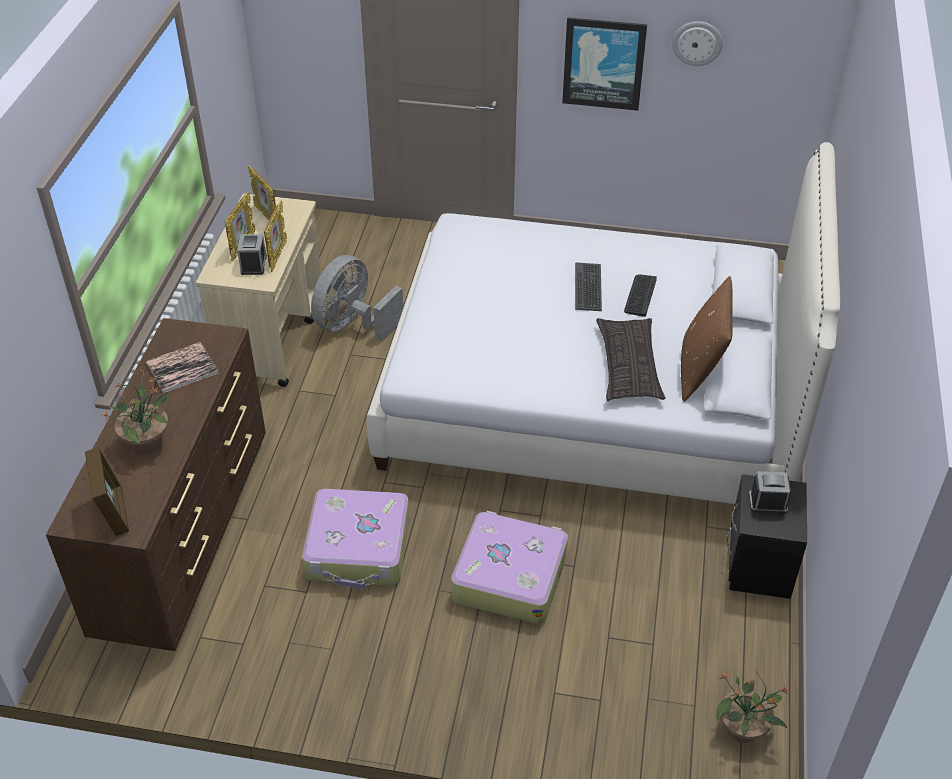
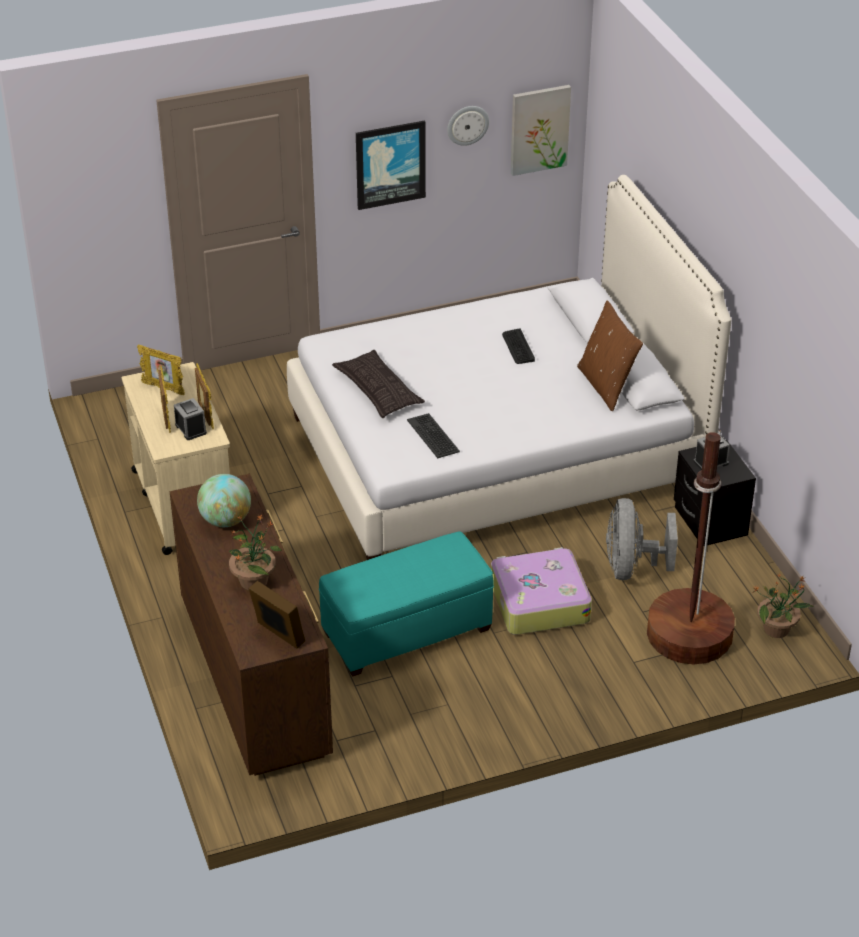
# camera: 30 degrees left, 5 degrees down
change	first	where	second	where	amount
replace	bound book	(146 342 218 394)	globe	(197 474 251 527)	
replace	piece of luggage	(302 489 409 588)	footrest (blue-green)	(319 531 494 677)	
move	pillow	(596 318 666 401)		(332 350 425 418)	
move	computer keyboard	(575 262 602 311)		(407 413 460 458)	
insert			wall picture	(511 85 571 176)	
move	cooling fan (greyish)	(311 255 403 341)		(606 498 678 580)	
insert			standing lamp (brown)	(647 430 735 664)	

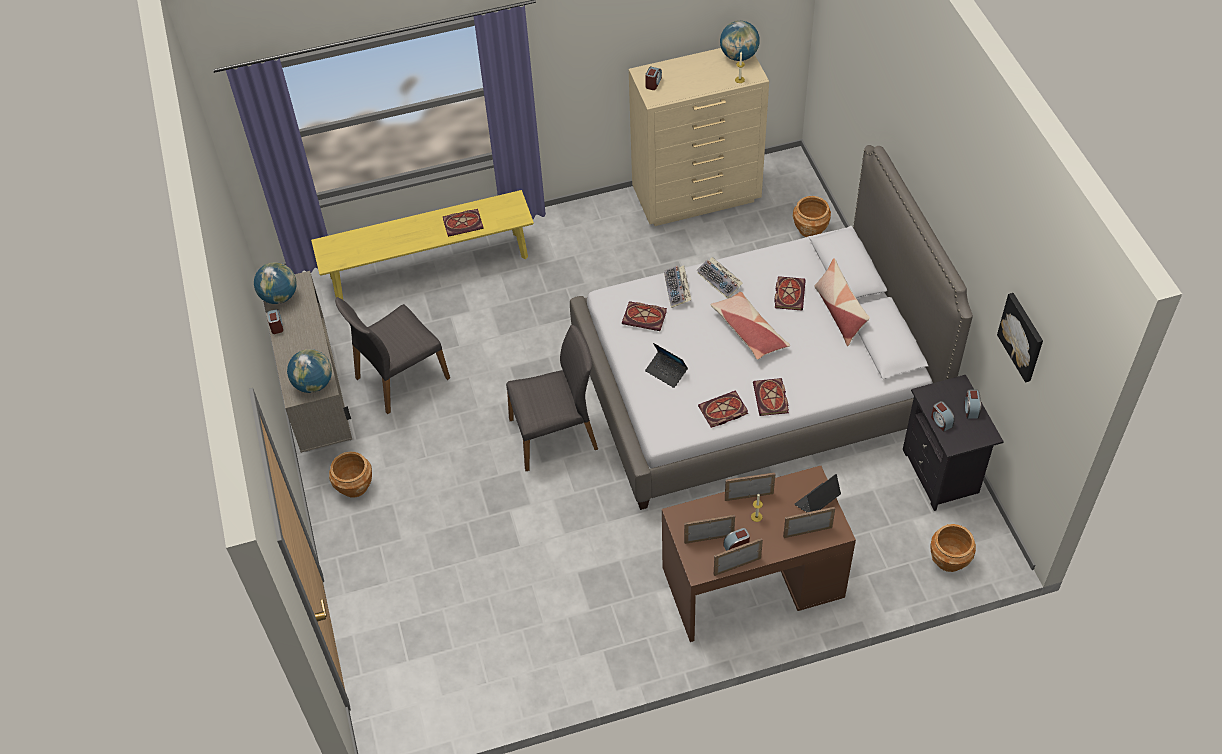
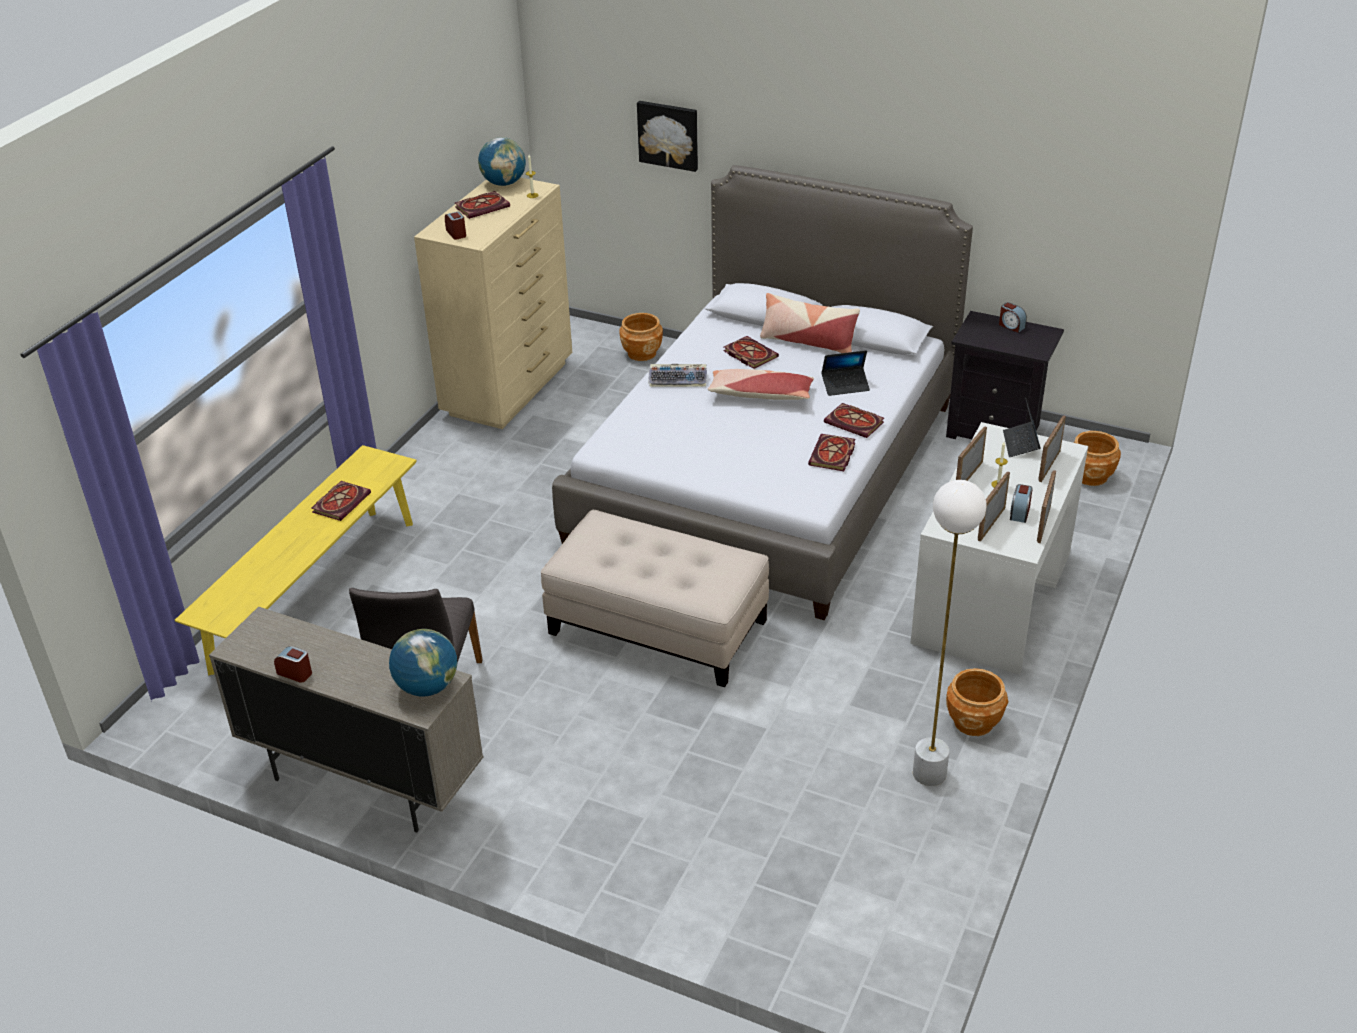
# camera: 50 degrees left, 15 degrees down
change	first	where	second	where	amount
move	bound book	(622 301 667 331)		(455 191 510 219)	
replace	upright chair (greyish)	(506 325 598 471)	footrest (beige)	(541 510 769 687)	
move	wall picture	(997 293 1043 382)		(637 101 698 172)	
move	notebook computer	(645 343 688 388)		(821 350 870 396)	
recolor	desk unit (brown)	(662 466 856 642)	desk unit (whitish)	(911 422 1088 674)	
insert			standing lamp (whitish)	(913 480 987 786)	
move	flower pot (brown)	(329 452 372 498)		(946 668 1009 736)	
delete	globe	(254 262 297 304)			
delete	computer keyboard	(664 265 692 308)			
delete	bedside clock	(931 401 955 432)			

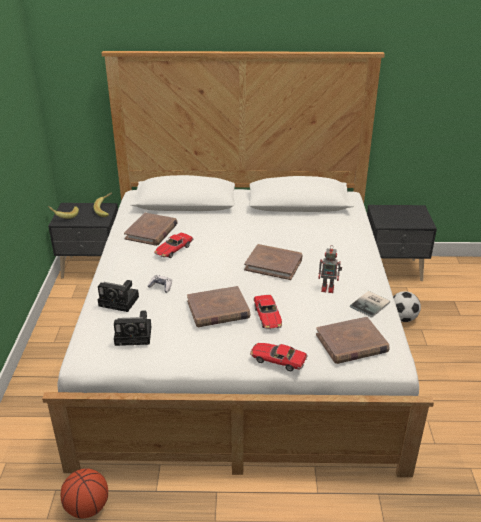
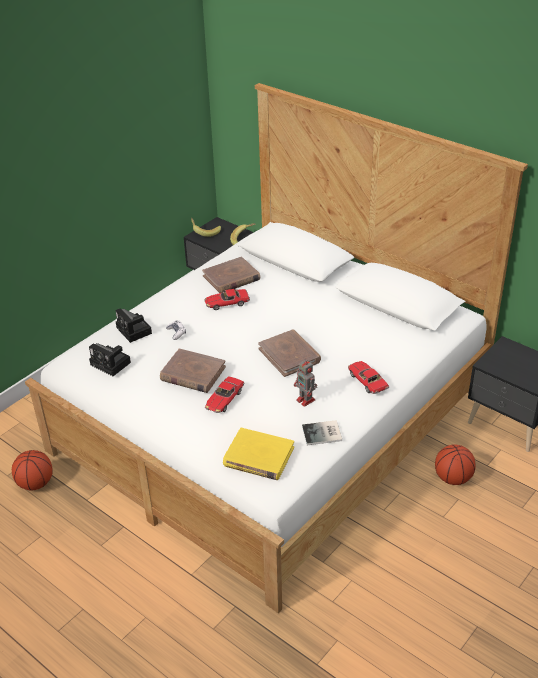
# camera: 40 degrees right, 5 degrees up
change	first	where	second	where	amount
recolor	bound book (brown)	(316 317 389 364)	bound book (yellow-coloured)	(223 428 294 480)	
move	model car	(250 343 308 371)		(348 361 389 394)	
replace	football ball	(393 291 421 322)	basketball	(435 444 476 485)	

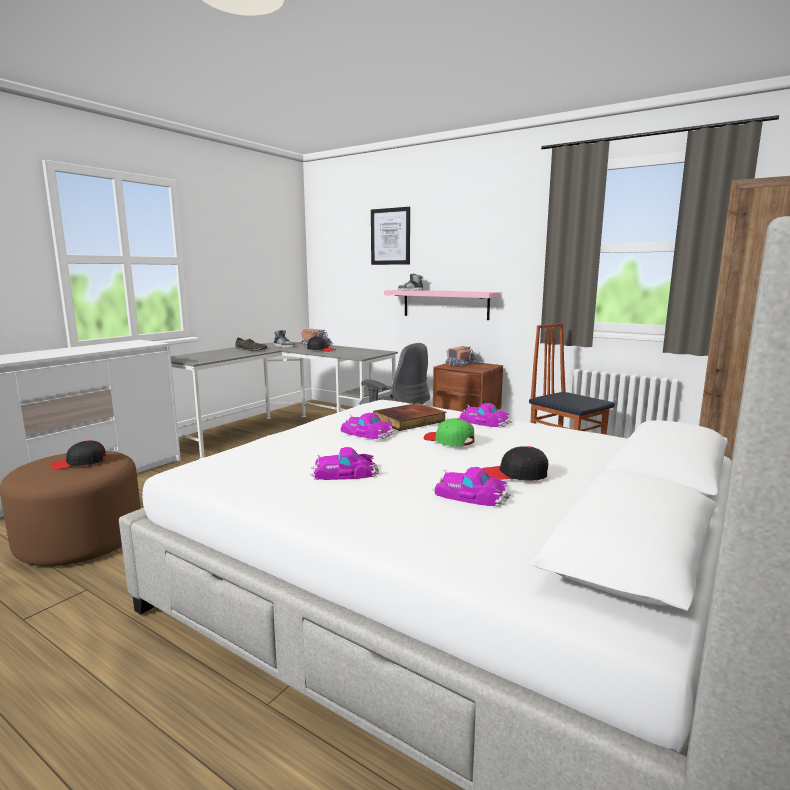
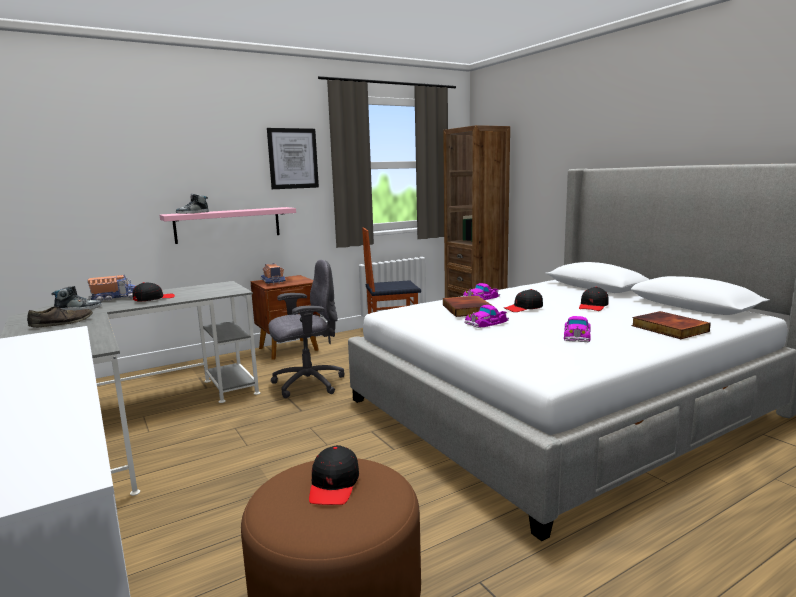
# camera: 65 degrees left, 0 degrees up
change	first	where	second	where	amount
move	wall picture	(371 207 410 265)		(267 128 319 189)	
recolor	baseball cap (green-coloured)	(424 418 474 446)	baseball cap (blackish)	(504 289 543 312)	
insert			bound book	(632 311 711 339)	
delete	model car	(432 467 511 506)			

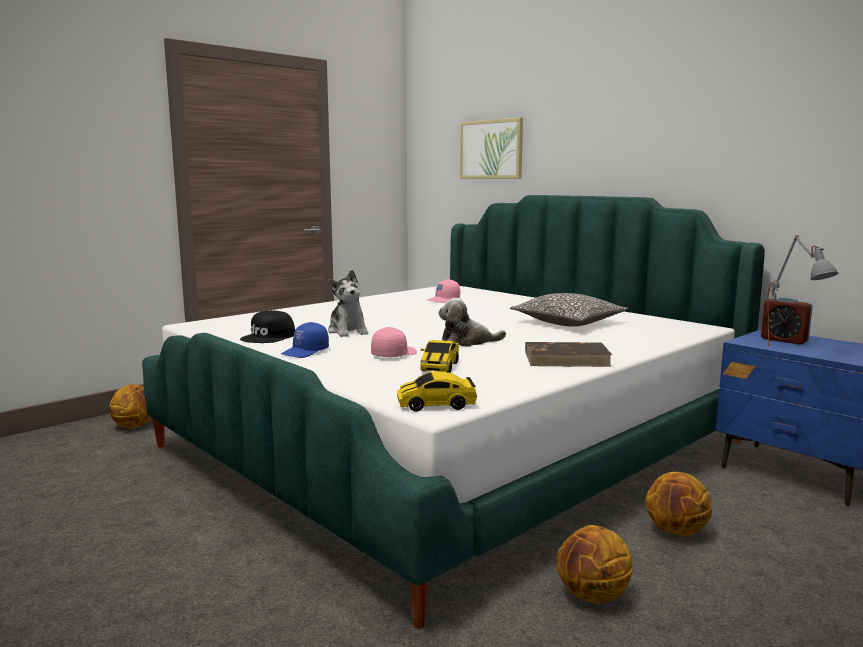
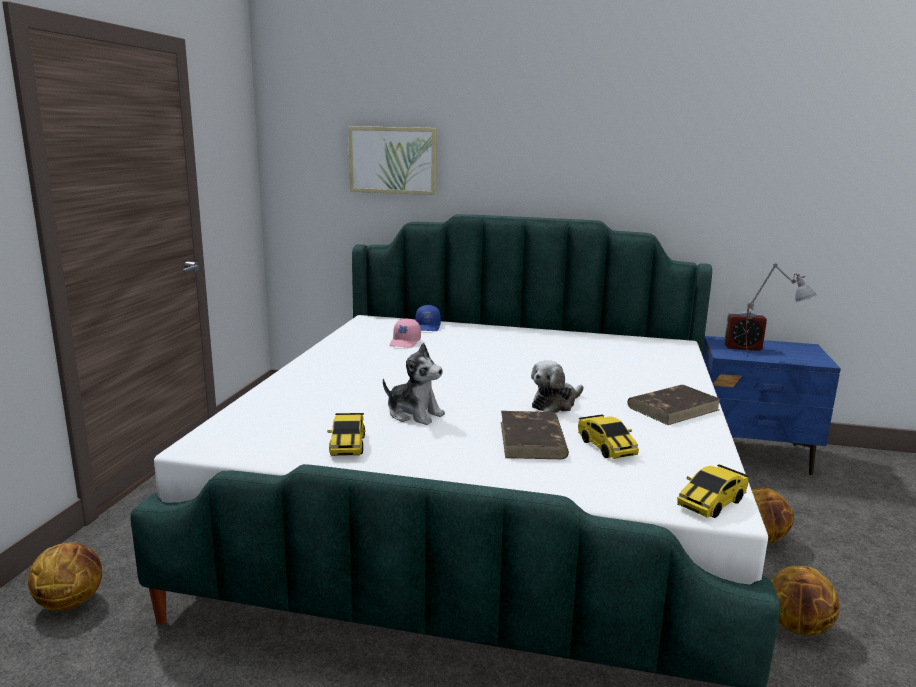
# camera: 35 degrees left, 5 degrees up
change	first	where	second	where	amount
replace	baseball cap (blackish)	(240 310 295 343)	model car	(327 413 365 456)	
move	baseball cap (blue-coloured)	(281 322 329 358)		(415 305 441 331)	
replace	baseball cap (pinkish)	(371 327 417 357)	bound book (brown)	(501 411 569 459)	
delete	pillow	(510 293 628 327)			

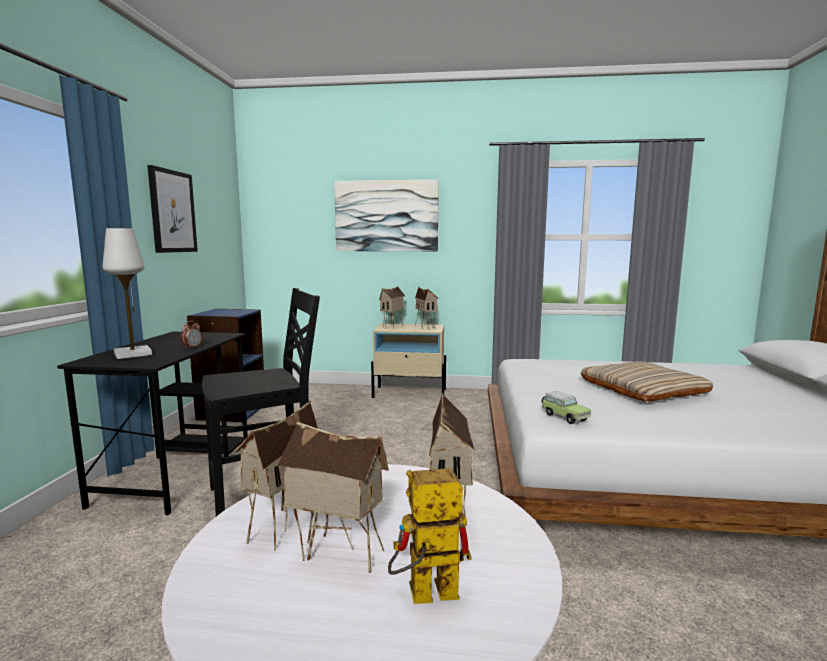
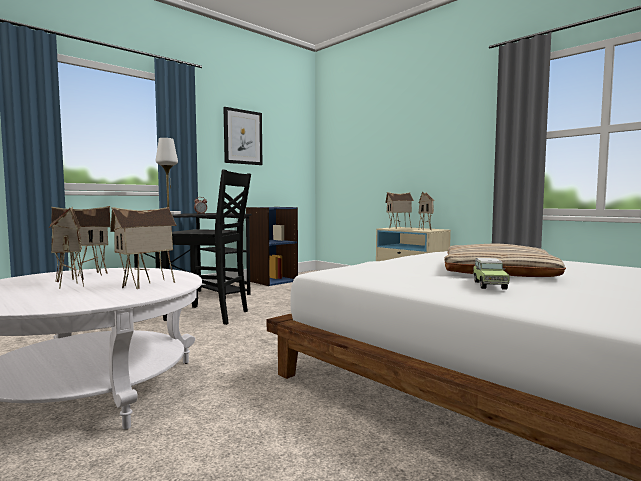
# camera: 40 degrees right, 5 degrees down
change	first	where	second	where	amount
move	model car	(542 391 591 424)		(473 258 510 289)	
delete	wall picture	(334 179 439 251)			
delete	toy robot	(388 468 472 604)			

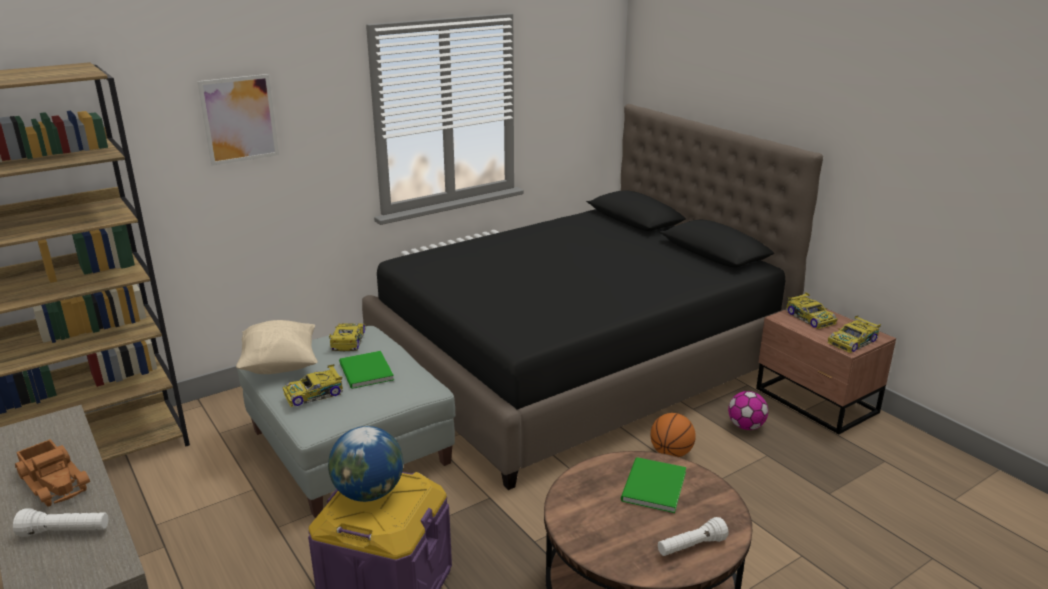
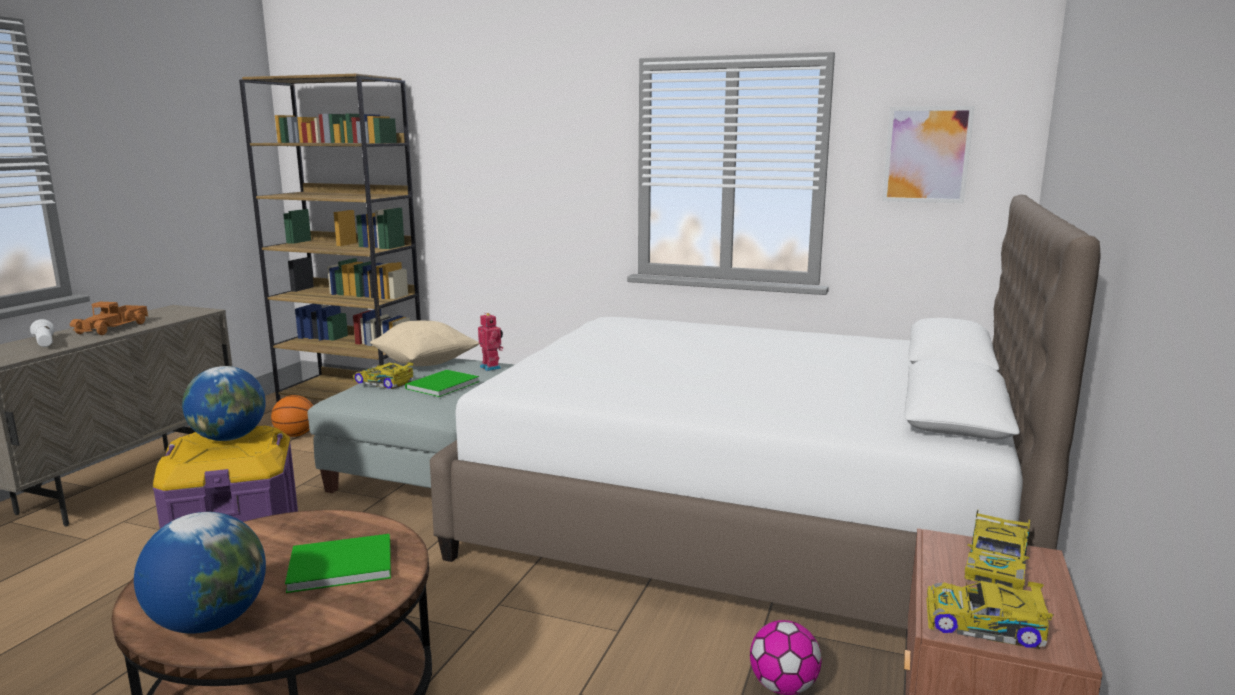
# camera: 55 degrees right, 10 degrees down
change	first	where	second	where	amount
replace	torch (whitish)	(658 517 728 556)	globe	(134 512 266 634)	
move	basketball	(650 413 696 457)		(271 395 313 437)	
recolor	bed (blackish)	(362 104 823 490)	bed (whitish)	(430 194 1101 629)	
replace	model car	(329 323 366 351)	toy robot	(478 313 503 371)	
move	wall picture	(197 74 279 166)		(882 106 975 203)	

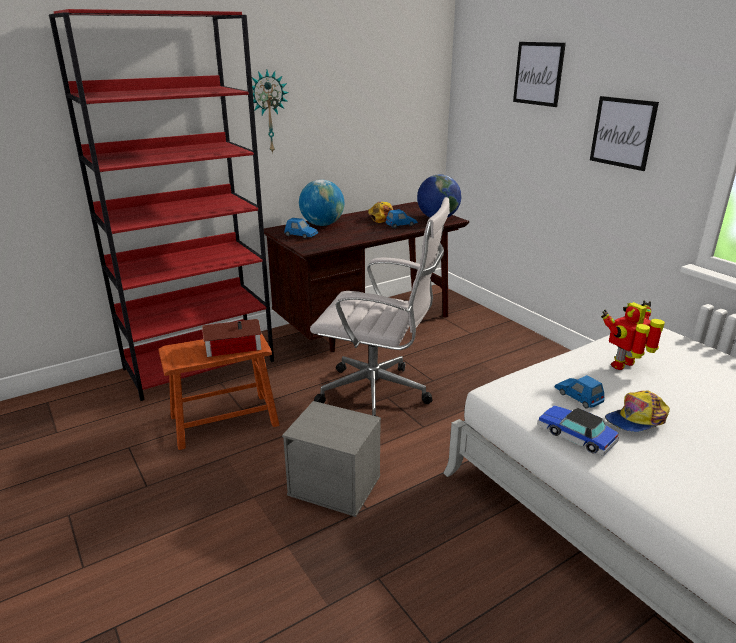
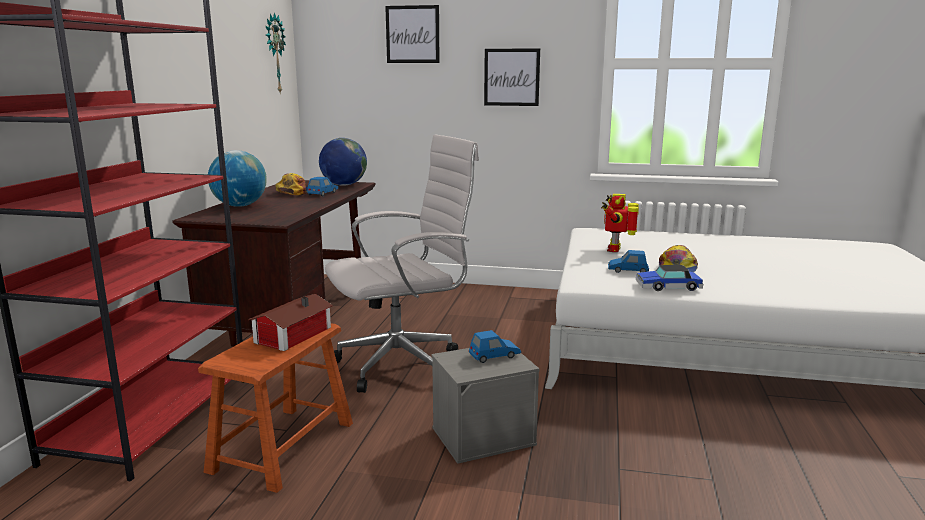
# camera: 45 degrees left, 10 degrees down
change	first	where	second	where	amount
move	clock on the wall	(252 70 289 154)		(266 12 286 93)	
move	model car (blue-coloured)	(284 218 318 239)		(469 330 521 363)	

